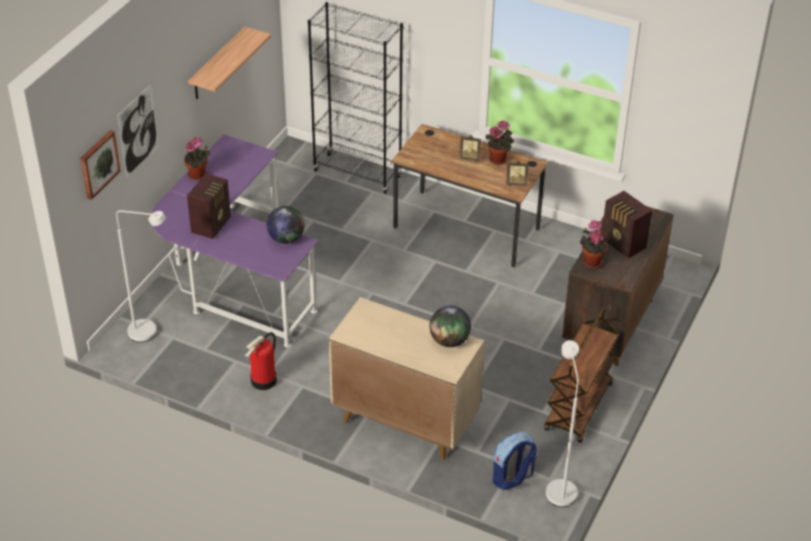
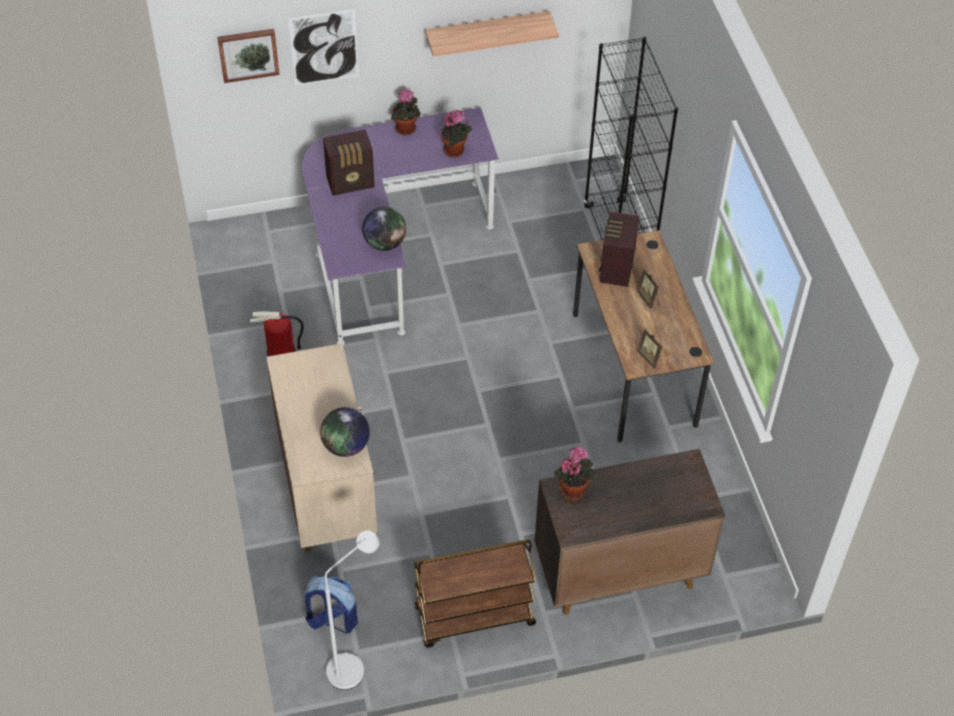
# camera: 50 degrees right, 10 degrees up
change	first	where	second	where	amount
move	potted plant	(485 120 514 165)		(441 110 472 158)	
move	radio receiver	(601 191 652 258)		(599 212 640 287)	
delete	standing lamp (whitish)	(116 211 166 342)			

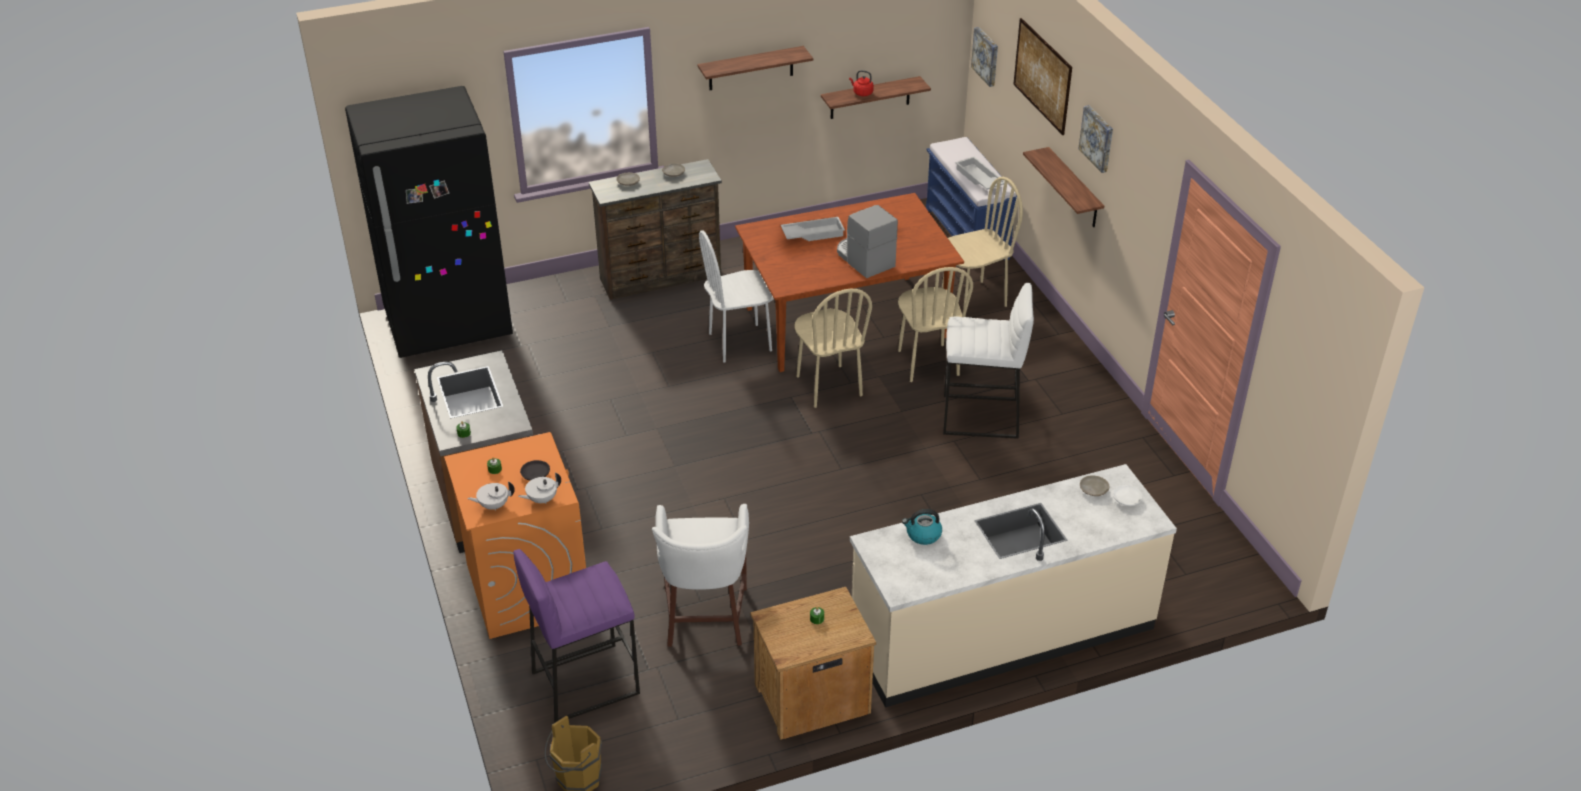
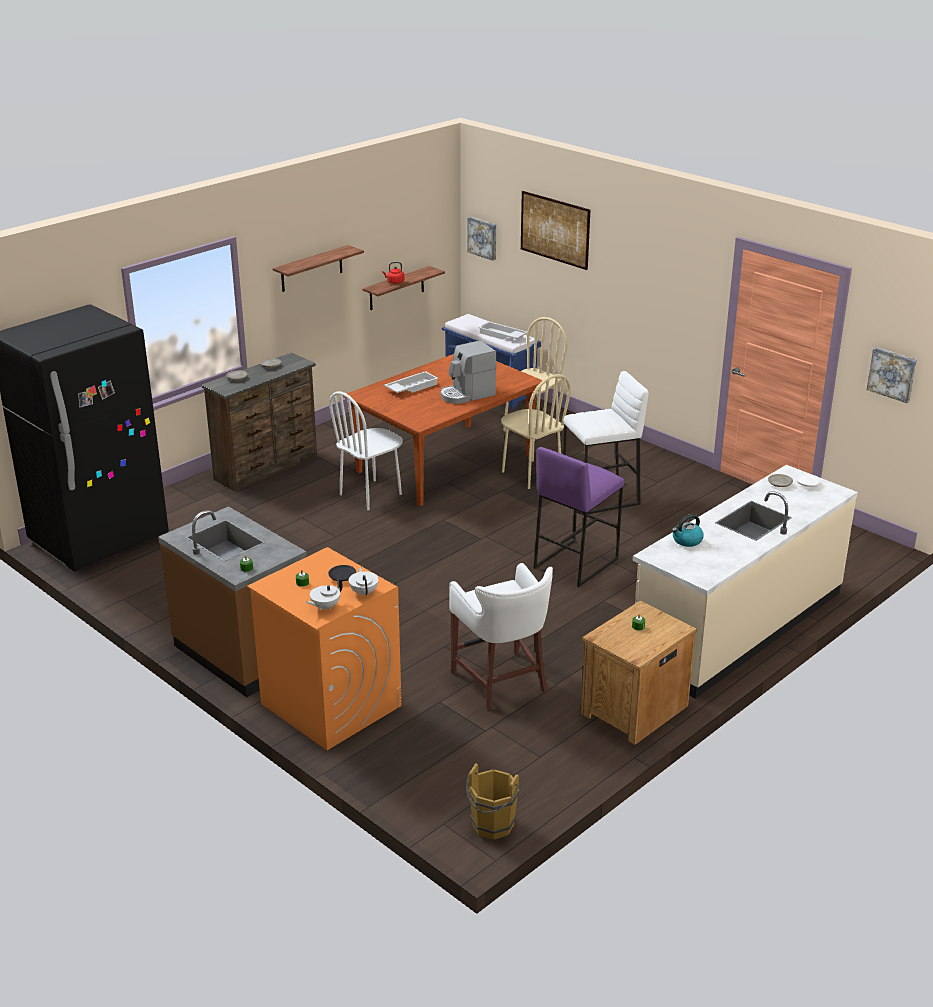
# camera: 25 degrees left, 10 degrees down
change	first	where	second	where	amount
rotate	tea pot (whitish)	(518 473 561 504)		(349 567 379 597)	135 degrees clockwise
rotate	coffee maker	(837 205 898 278)		(441 340 496 404)	60 degrees counterclockwise
move	sitting stool (purple)	(513 549 640 722)		(533 447 624 587)	
move	wall picture	(1078 105 1113 173)		(867 347 917 403)	
delete	upright chair (beige)	(794 289 872 408)			
delete	bracket shelf	(1023 147 1104 227)			

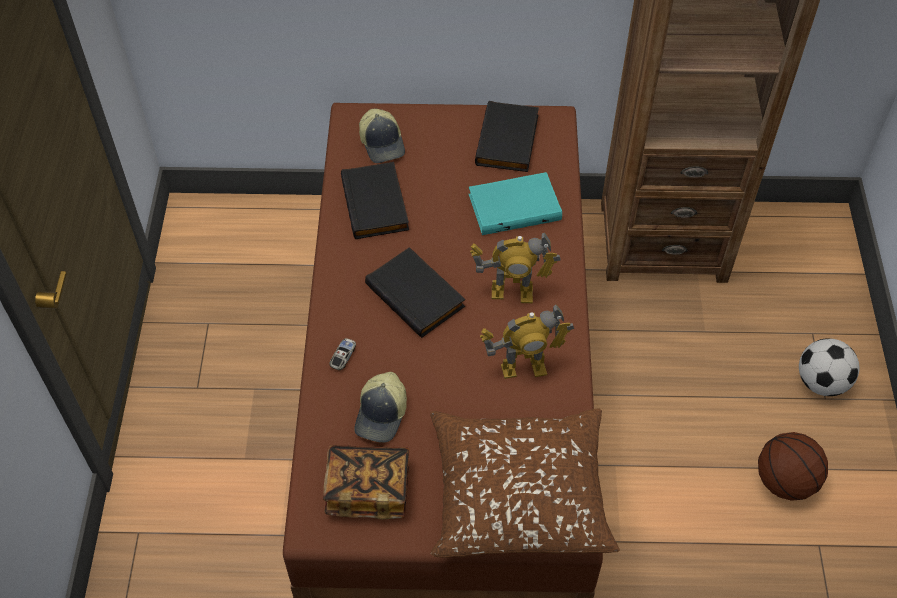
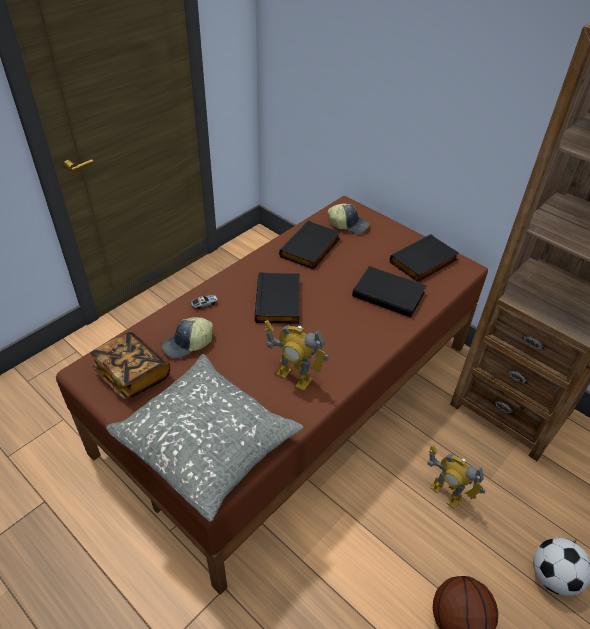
# camera: 40 degrees right, 10 degrees down
change	first	where	second	where	amount
recolor	pillow (brown)	(430 408 620 558)	pillow (greyish)	(106 354 304 522)	
rotate	baseball cap	(359 109 405 163)		(328 203 370 234)	90 degrees counterclockwise
recolor	bound book (blue-green)	(469 172 562 235)	bound book (blackish)	(352 266 426 317)	
move	toy robot	(470 232 561 303)		(428 444 485 509)	

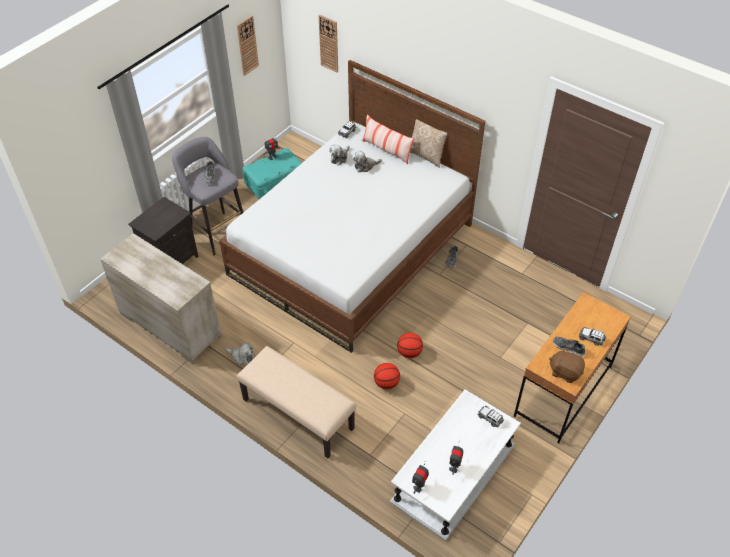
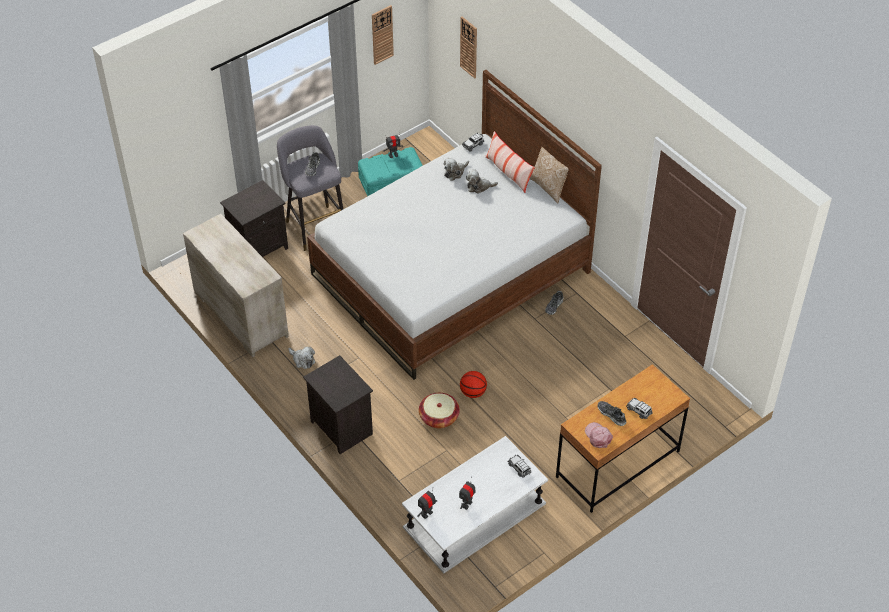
# camera: 15 degrees right, 0 degrees up
change	first	where	second	where	amount
replace	indoor bench (beige)	(236 346 356 458)	bedside table (blackish)	(303 355 373 454)	
replace	basketball	(374 363 400 389)	basket	(419 393 460 428)	
replace	cuddly toy (brown)	(549 347 585 383)	baseball cap (pinkish)	(585 422 613 448)	

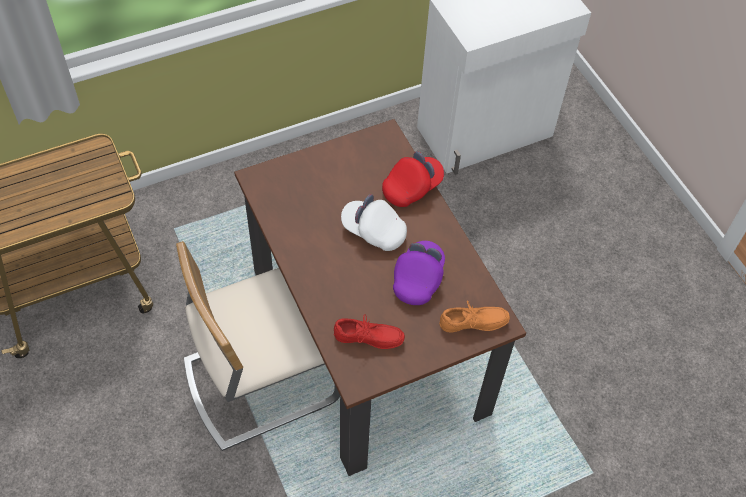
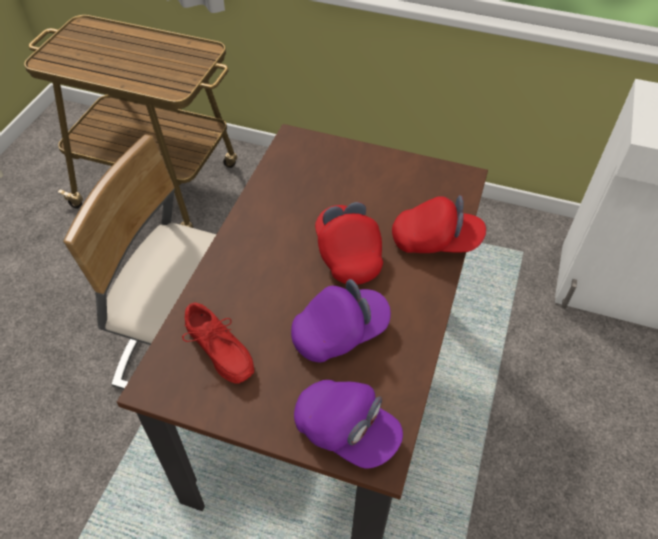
# camera: 45 degrees right, 5 degrees down
change	first	where	second	where	amount
replace	low shoe (orange)	(439 300 510 332)	baseball cap (purple)	(294 380 403 468)	
recolor	baseball cap (whitish)	(341 194 407 251)	baseball cap (red-coloured)	(315 202 383 285)	

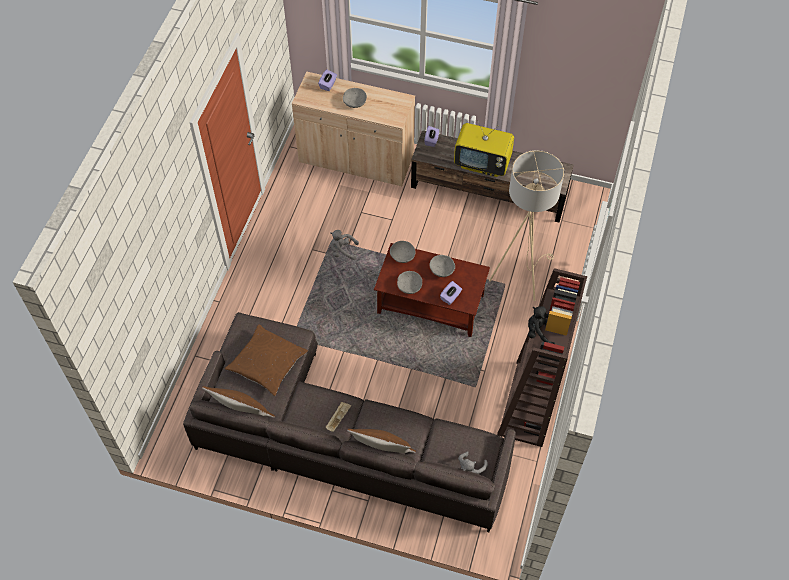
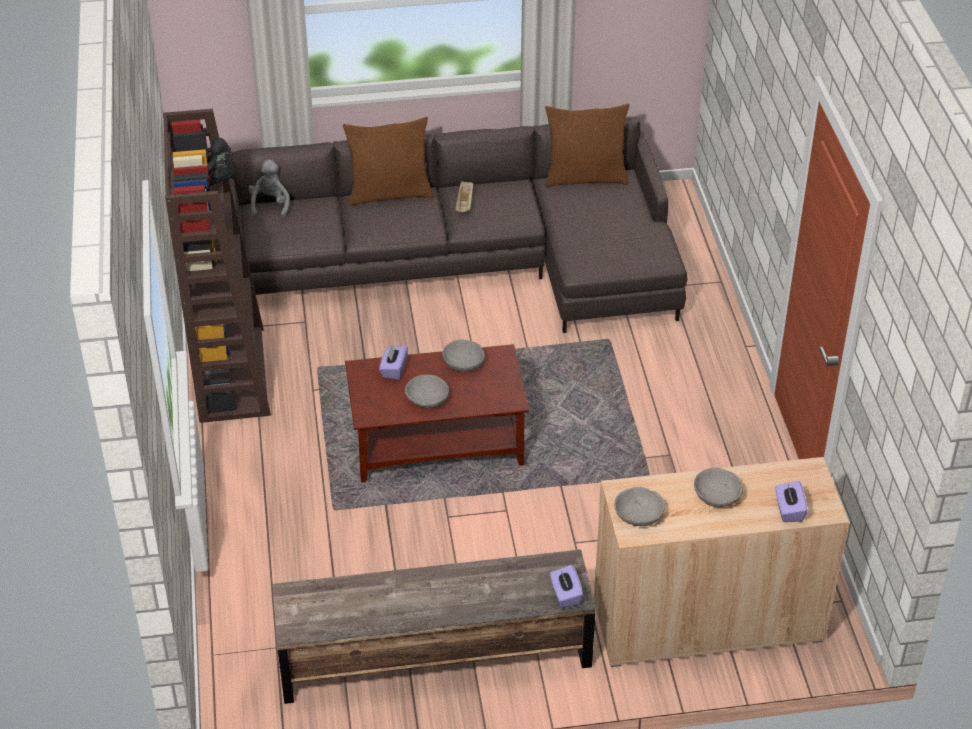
# camera: 155 degrees right, 15 degrees down
change	first	where	second	where	amount
move	serving bowl (greyish)	(390 241 416 263)		(614 487 665 526)	
delete	pillow (brown)	(225 324 308 396)			
delete	cuddly toy (greyish)	(330 230 359 260)			
delete	TV set	(454 120 514 177)			
delete	standing lamp (beige)	(489 150 564 301)			

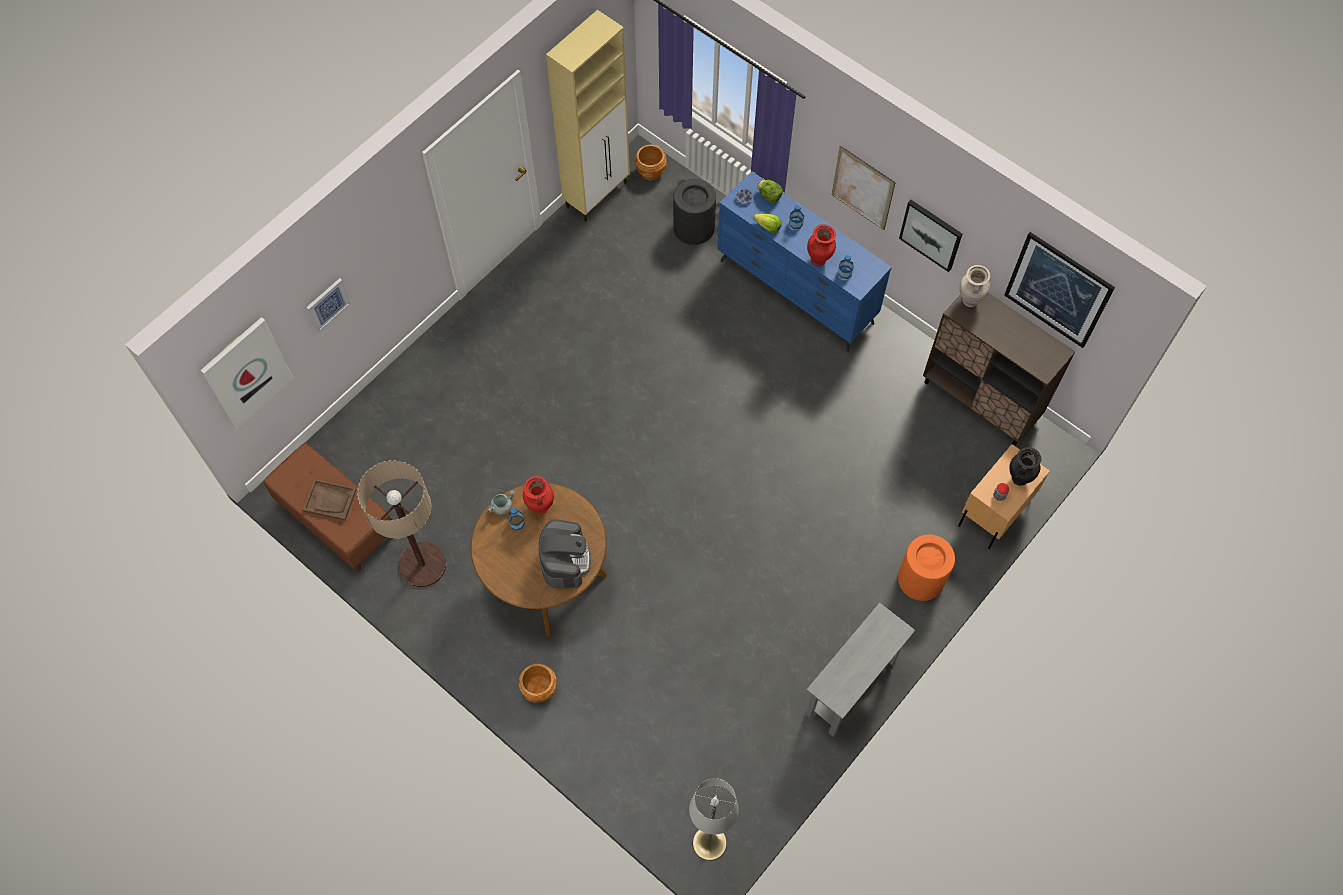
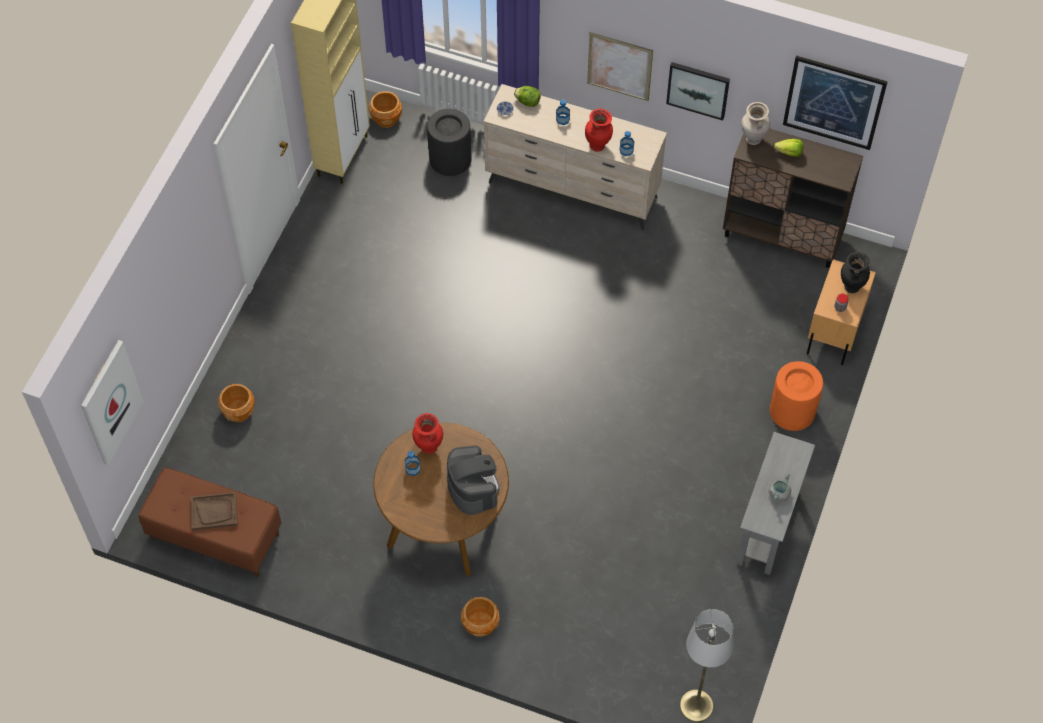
# camera: 20 degrees left, 5 degrees down
change	first	where	second	where	amount
insert			flower pot (brown)	(218 384 254 422)	
recolor	dresser (blue-coloured)	(717 171 892 352)	dresser (beige)	(484 84 667 230)	
move	cooking pot (greyish)	(488 490 515 515)		(769 473 791 501)	
move	head of lettuce	(754 214 782 233)		(774 139 804 157)	
delete	wall picture	(306 278 351 333)			
delete	standing lamp	(357 460 446 587)			

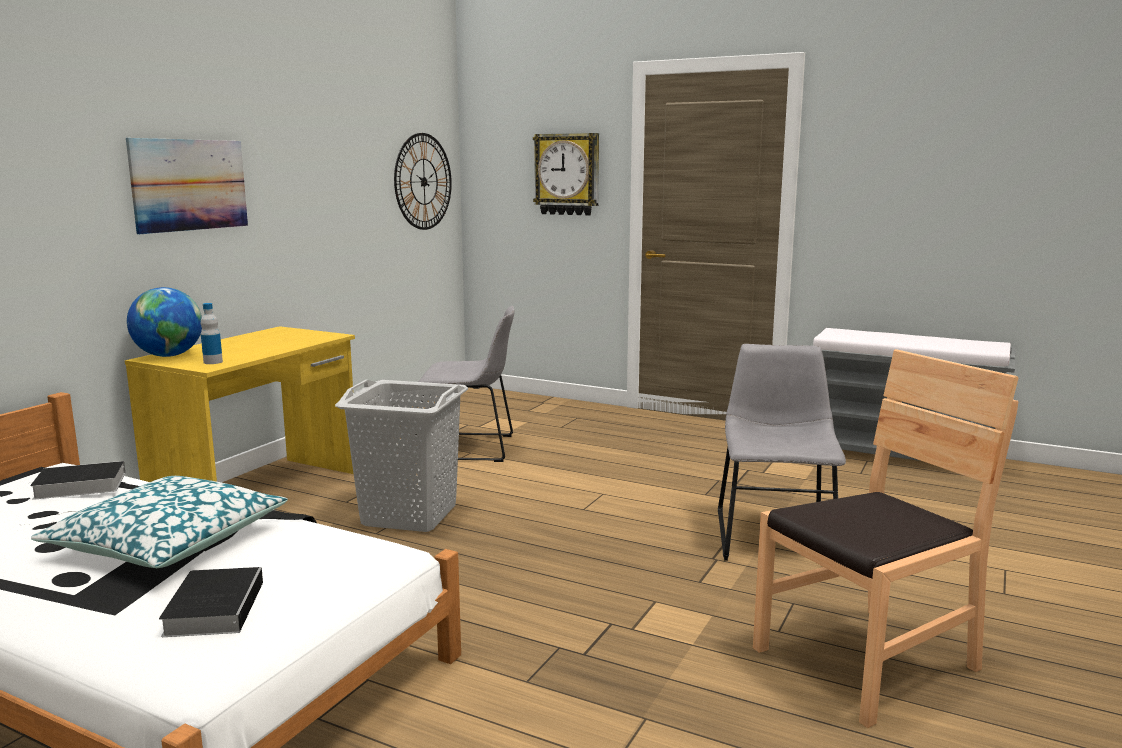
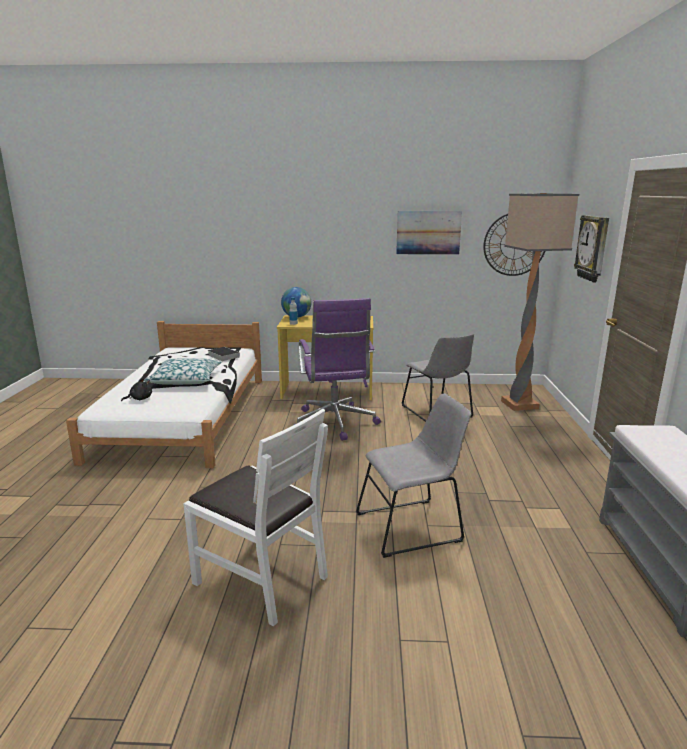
# camera: 65 degrees right, 5 degrees up
change	first	where	second	where	amount
replace	bound book	(159 567 263 637)	cuddly toy (blackish)	(121 378 152 401)	
recolor	upright chair (brown)	(753 349 1018 728)	upright chair (whitish)	(183 409 328 626)	
replace	hamper (greyish)	(335 380 468 532)	office chair (purple)	(294 298 381 441)	
move	wall picture	(126 138 248 234)		(396 211 462 255)	
insert			standing lamp	(501 193 579 411)	

